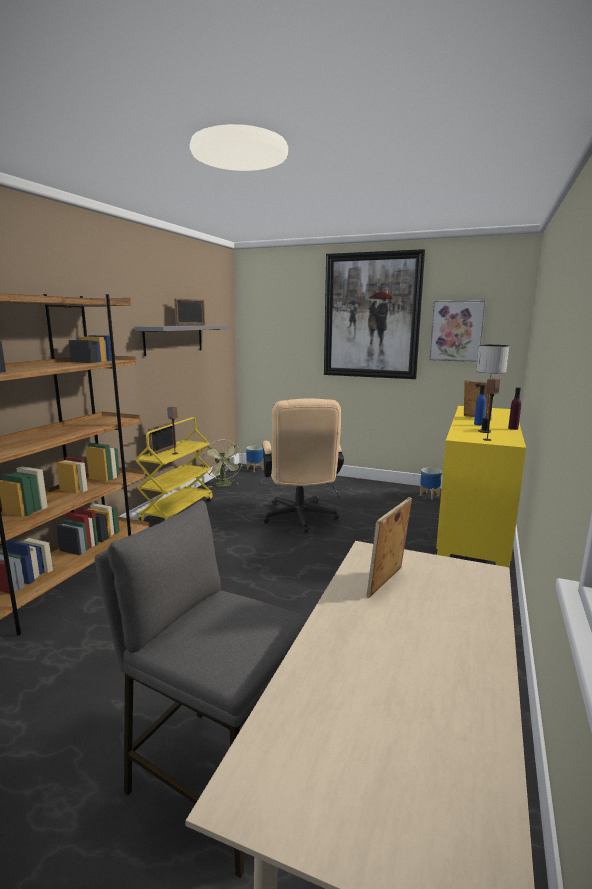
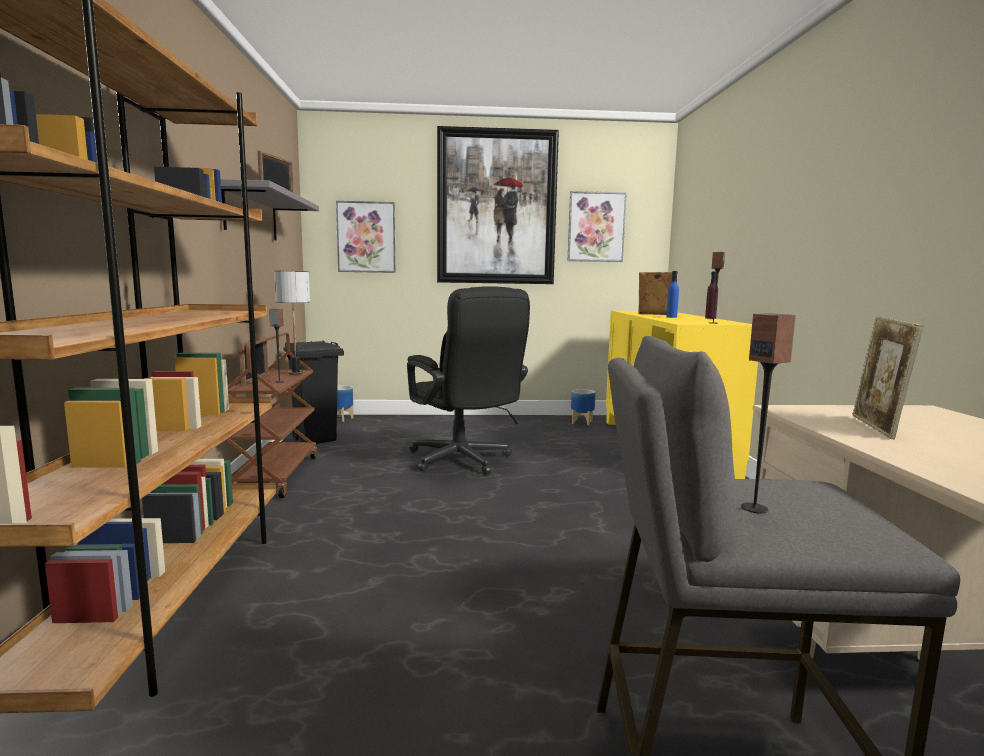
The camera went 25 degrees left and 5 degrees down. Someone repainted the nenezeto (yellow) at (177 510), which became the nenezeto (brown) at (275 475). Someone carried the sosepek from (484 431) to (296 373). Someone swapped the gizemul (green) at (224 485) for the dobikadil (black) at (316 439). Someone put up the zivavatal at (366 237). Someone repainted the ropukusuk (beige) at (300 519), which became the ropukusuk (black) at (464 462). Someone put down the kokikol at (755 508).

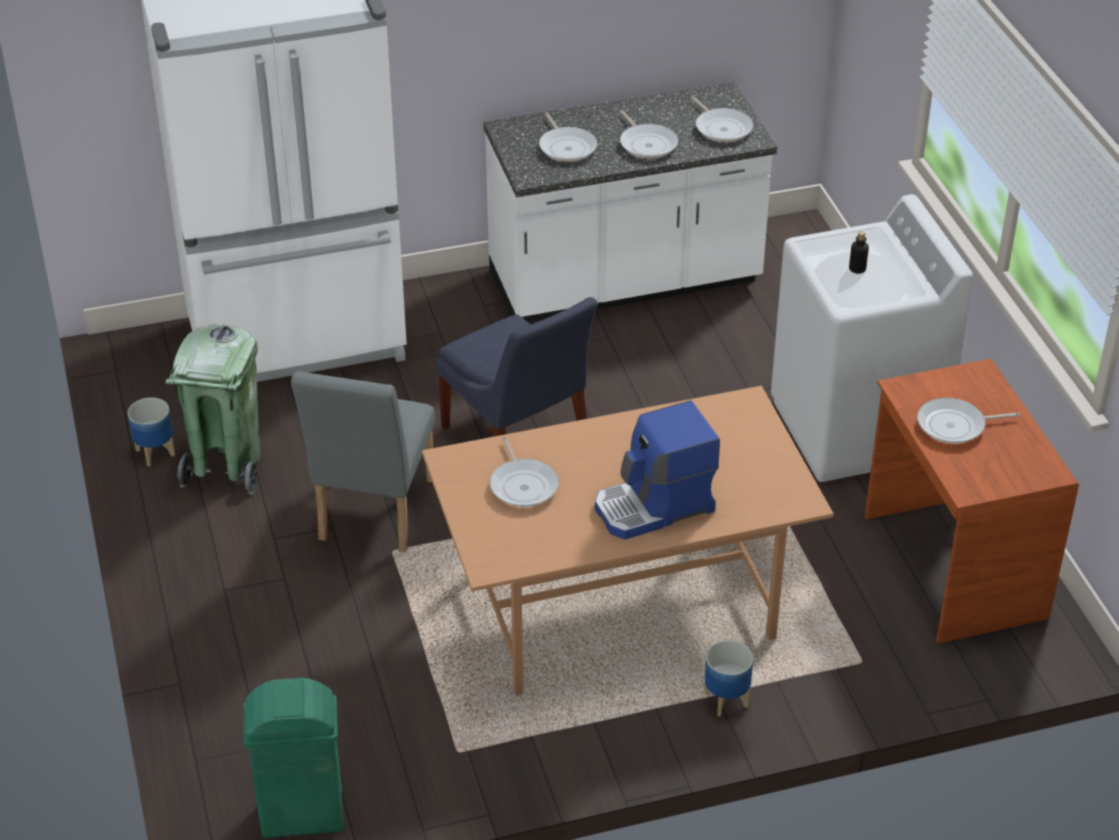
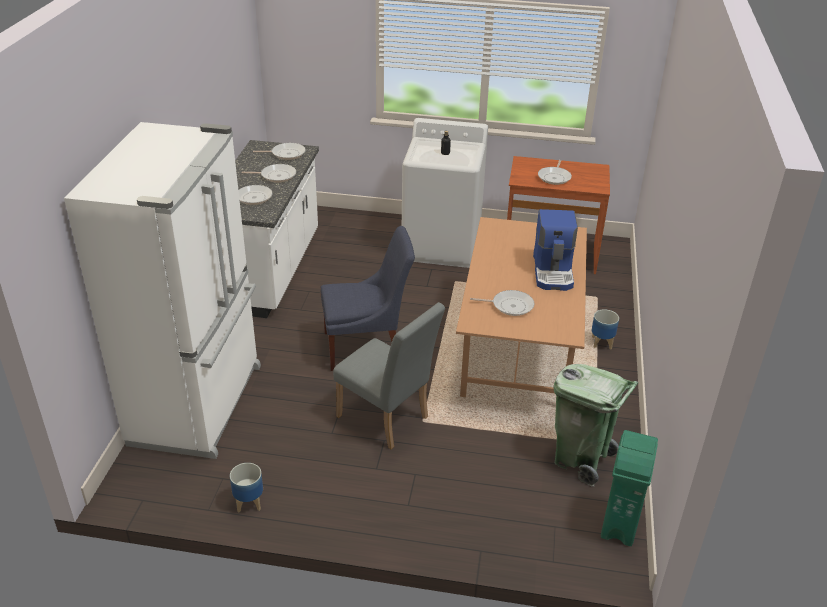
The camera went 65 degrees left and 5 degrees down. Someone carried the dobikadil (green) from (226 466) to (581 459).

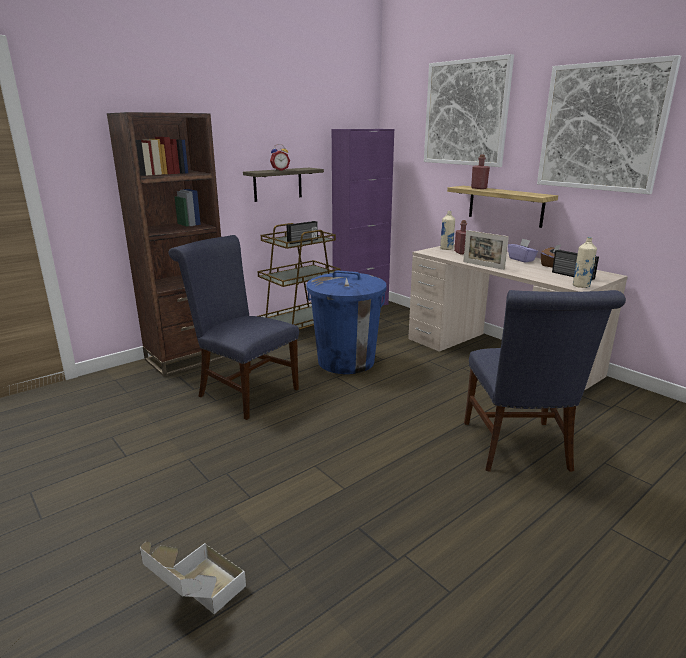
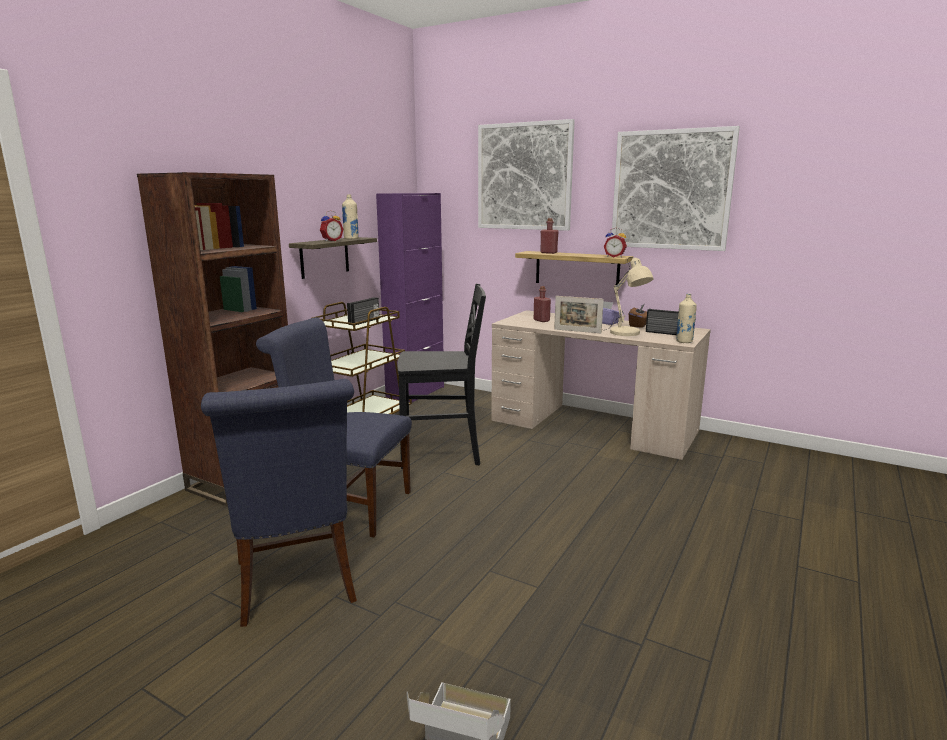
The camera went 20 degrees left and 5 degrees down. Someone carried the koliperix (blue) from (518 449) to (297 585). Someone carried the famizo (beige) from (446 248) to (351 239). Someone swapped the dobikadil (blue) at (346 361) for the koliperix (black) at (442 454). Someone put down the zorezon at (614 257). Someone put down the sosepek (beige) at (627 334).

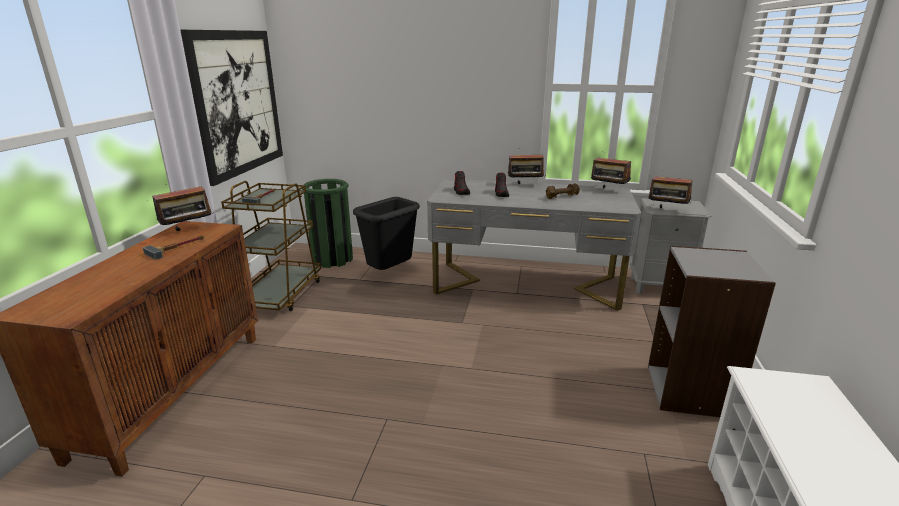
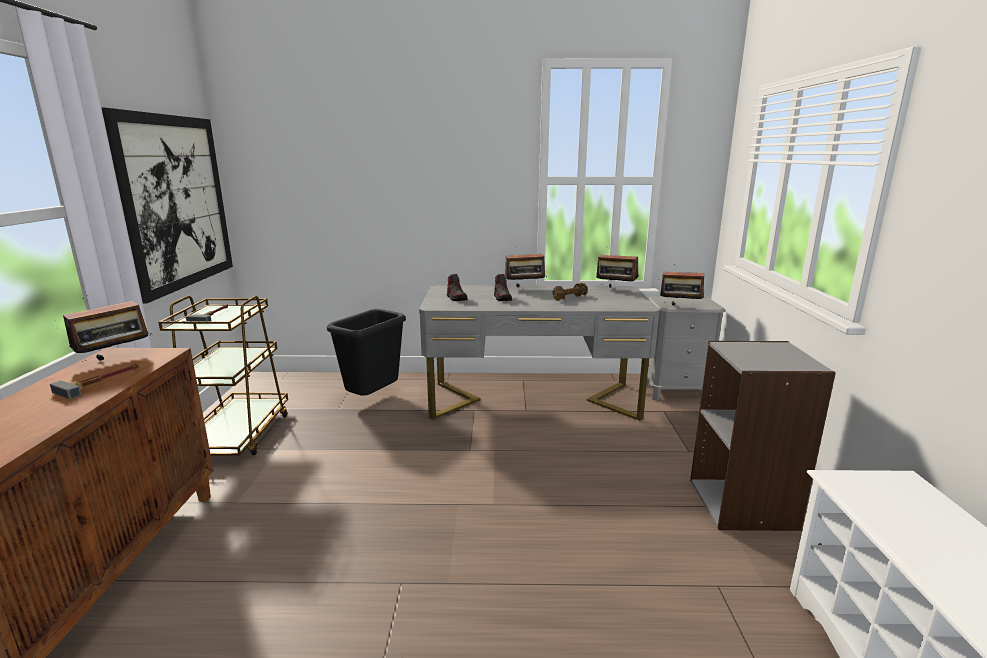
The camera went 10 degrees left and 5 degrees down. Someone took away the dobikadil (green) at (332 259).

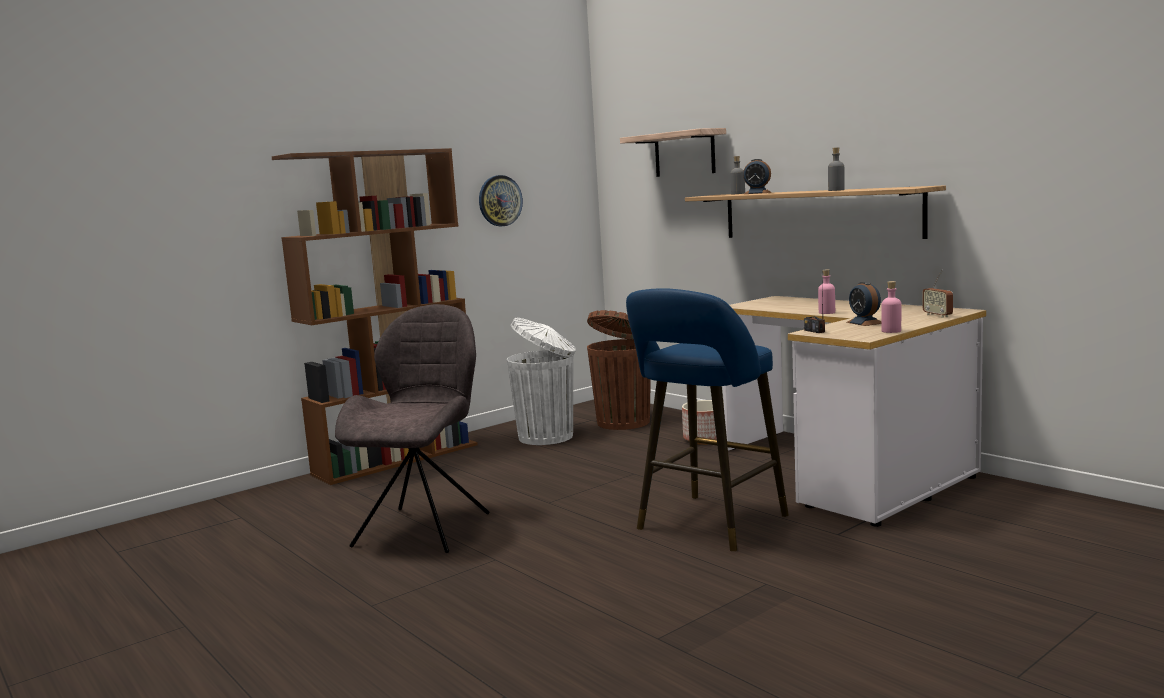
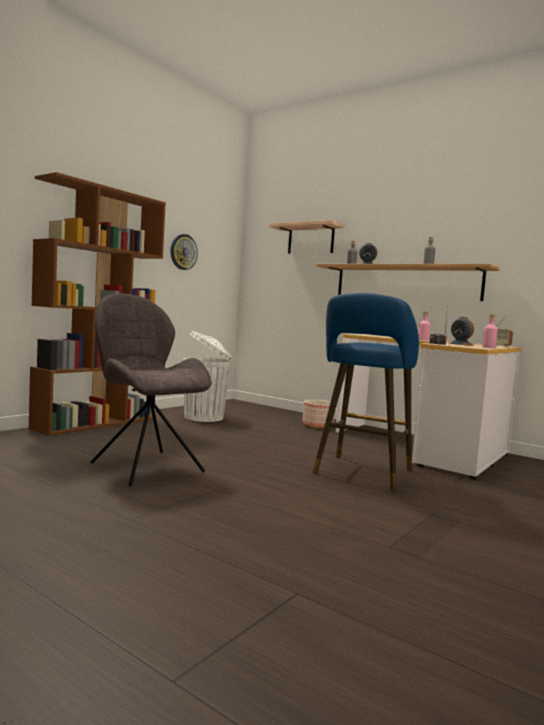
The camera went 15 degrees left and 5 degrees down. Someone rotated the koliperix (grey) at (425 528) by 45 degrees counterclockwise. Someone took away the dobikadil (brown) at (624 422).

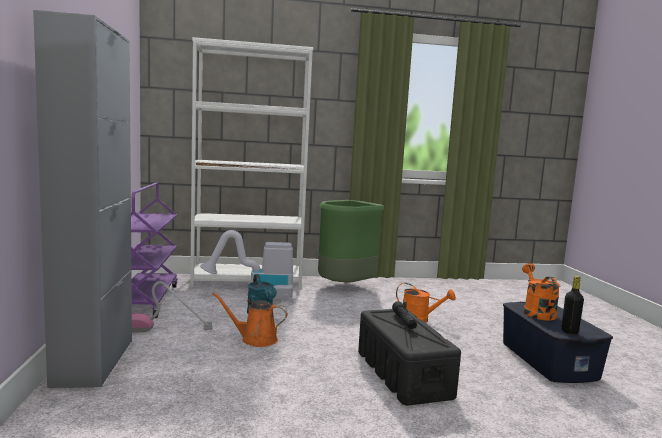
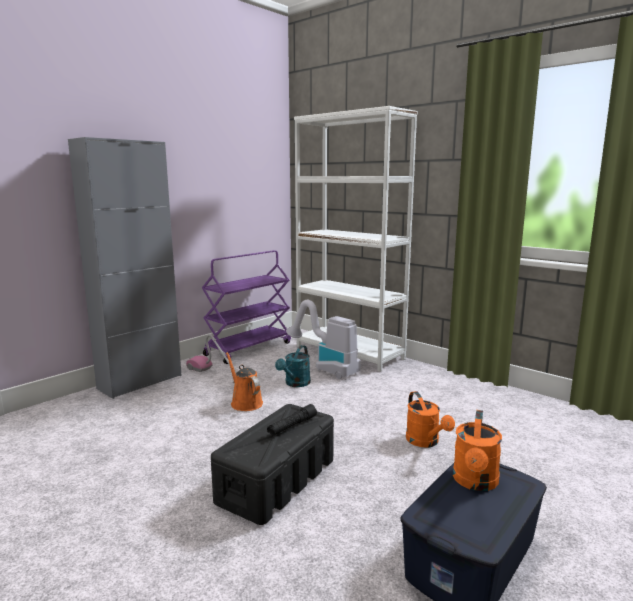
The camera went 50 degrees right and 5 degrees up. Someone rotated the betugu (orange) at (536 312) by 150 degrees clockwise. Someone took away the dobikadil (green) at (345 287). Someone took away the famizo (black) at (569 331).

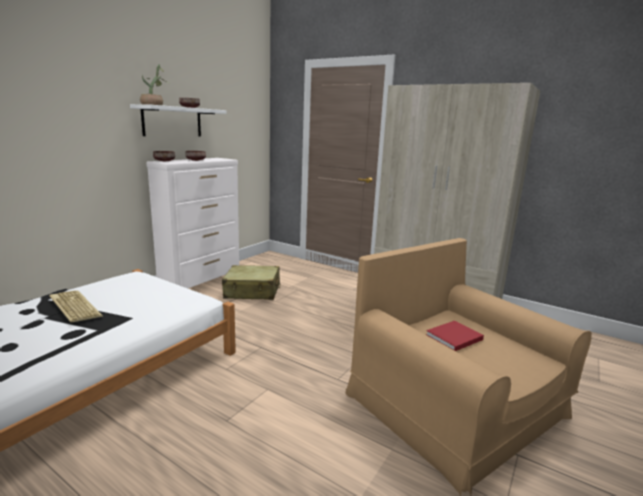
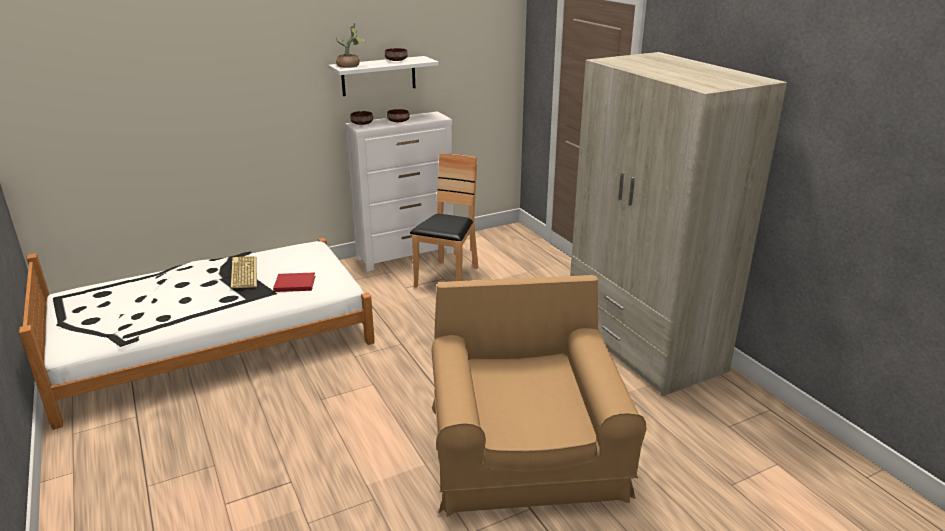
The camera went 30 degrees right and 10 degrees up. Someone carried the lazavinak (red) from (453 337) to (293 284). Someone swapped the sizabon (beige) at (252 291) for the koliperix (brown) at (448 278).

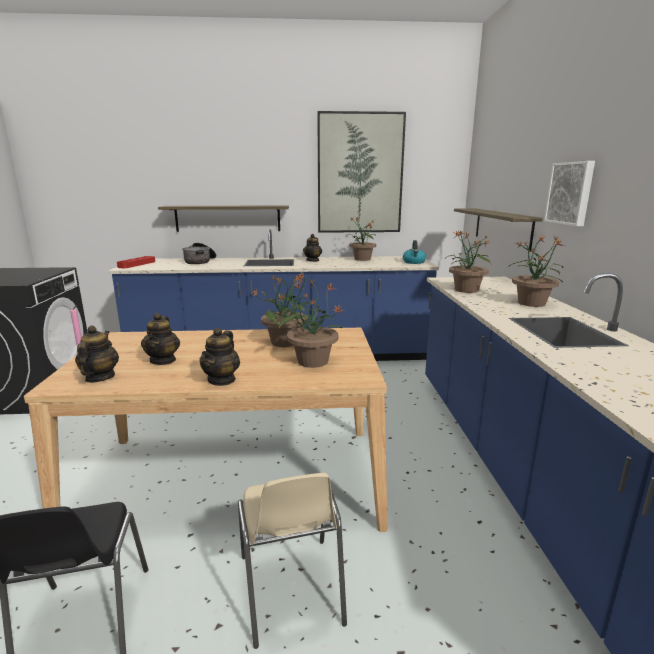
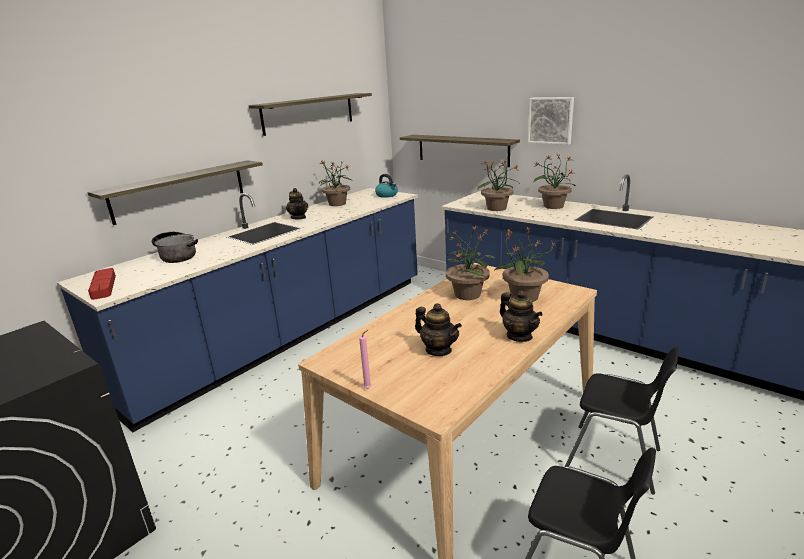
The camera went 45 degrees left and 5 degrees up. Someone swapped the zivavatal at (360 174) for the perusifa at (309 113). Someone repainted the koliperix (beige) at (291 590), which became the koliperix (black) at (614 459). Someone took away the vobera at (99 377).

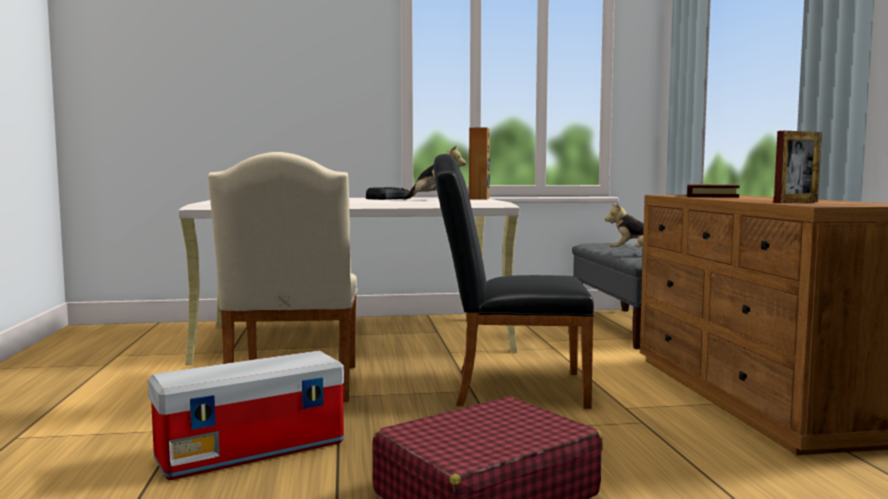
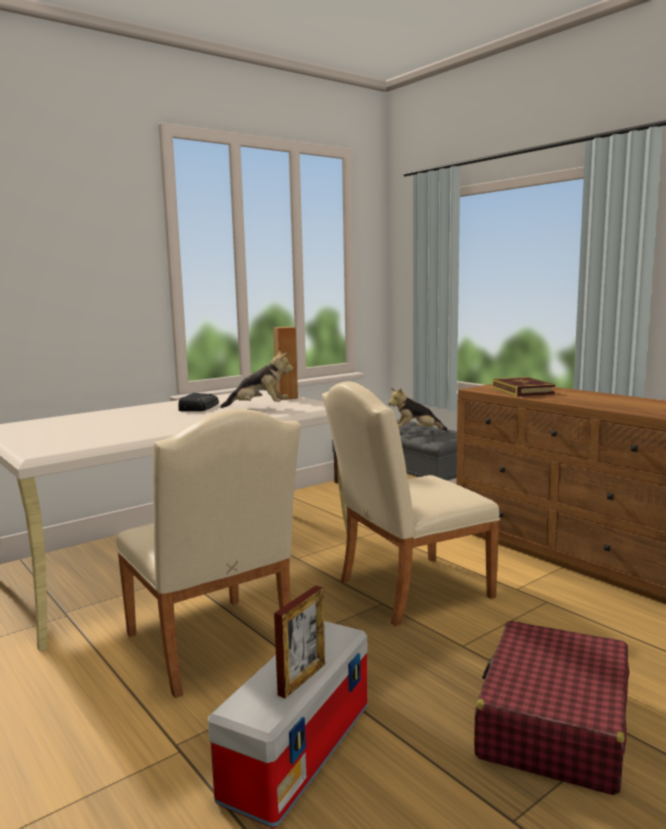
The camera went 30 degrees left and 5 degrees up. Someone carried the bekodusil from (796 202) to (302 679). Someone repainted the koliperix (black) at (509 387), which became the koliperix (beige) at (406 591).

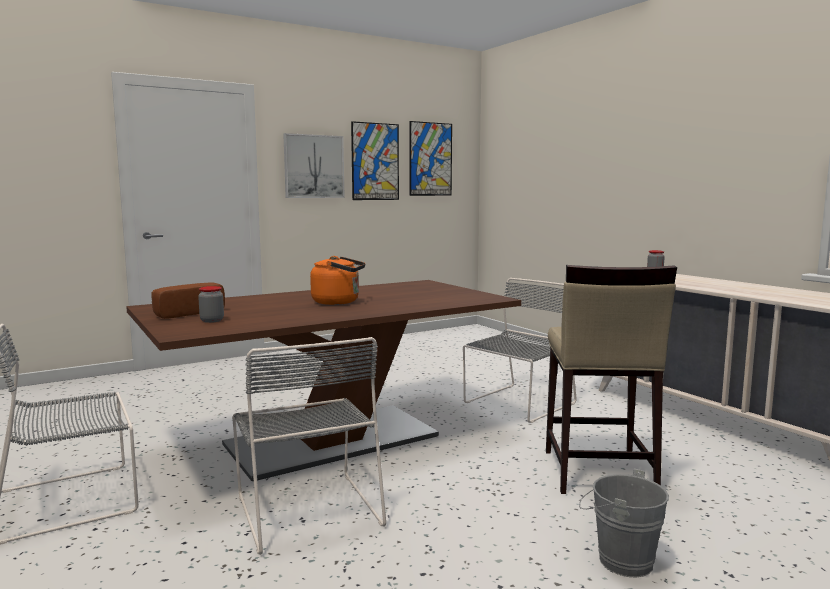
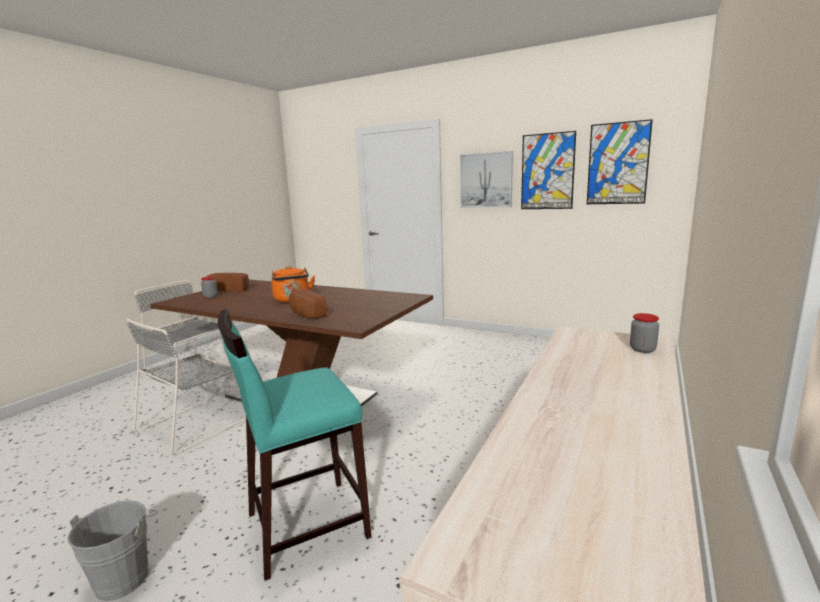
The camera went 60 degrees right and 5 degrees up. Someone repainted the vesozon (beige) at (597 472), which became the vesozon (turquoise) at (305 524). Someone put down the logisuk at (305 314). Someone took away the koliperix (grey) at (517 404).

